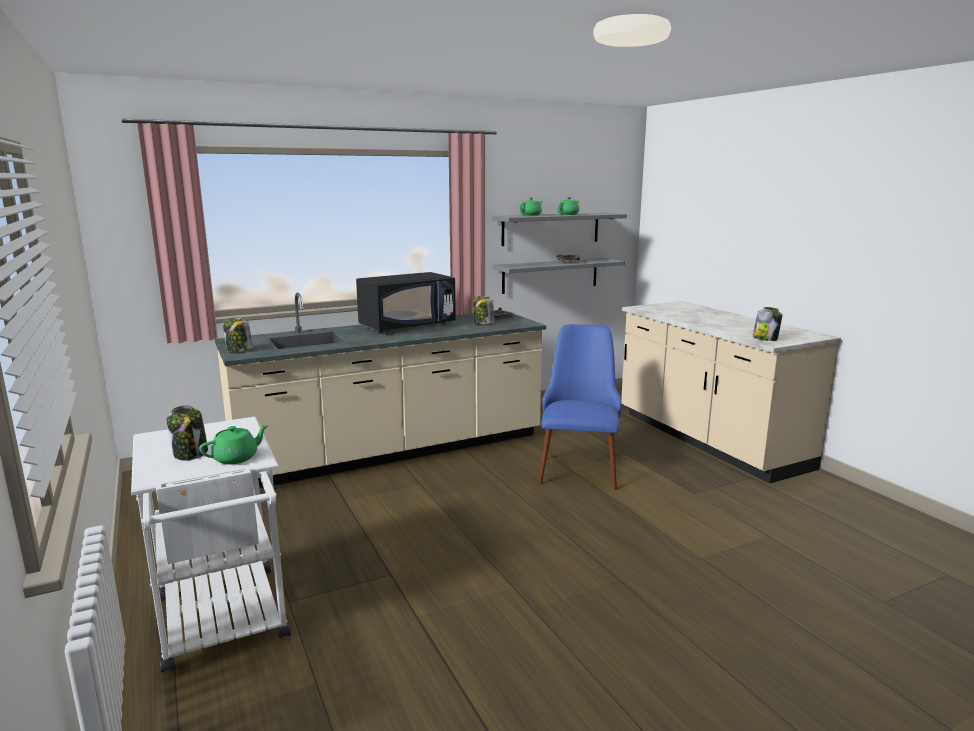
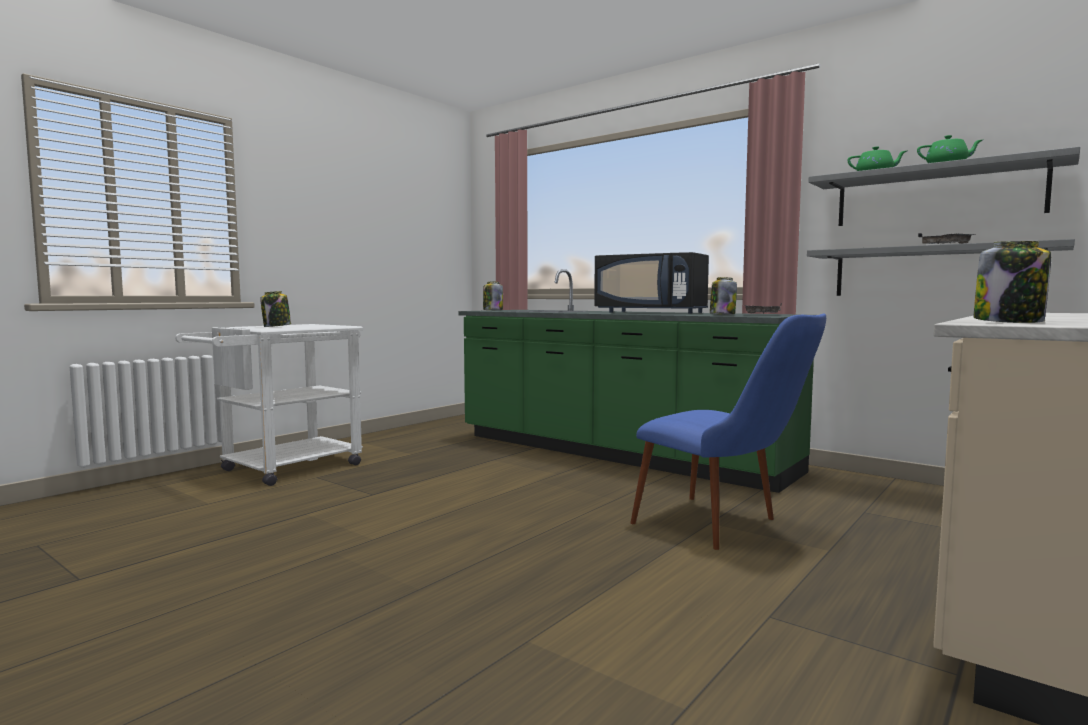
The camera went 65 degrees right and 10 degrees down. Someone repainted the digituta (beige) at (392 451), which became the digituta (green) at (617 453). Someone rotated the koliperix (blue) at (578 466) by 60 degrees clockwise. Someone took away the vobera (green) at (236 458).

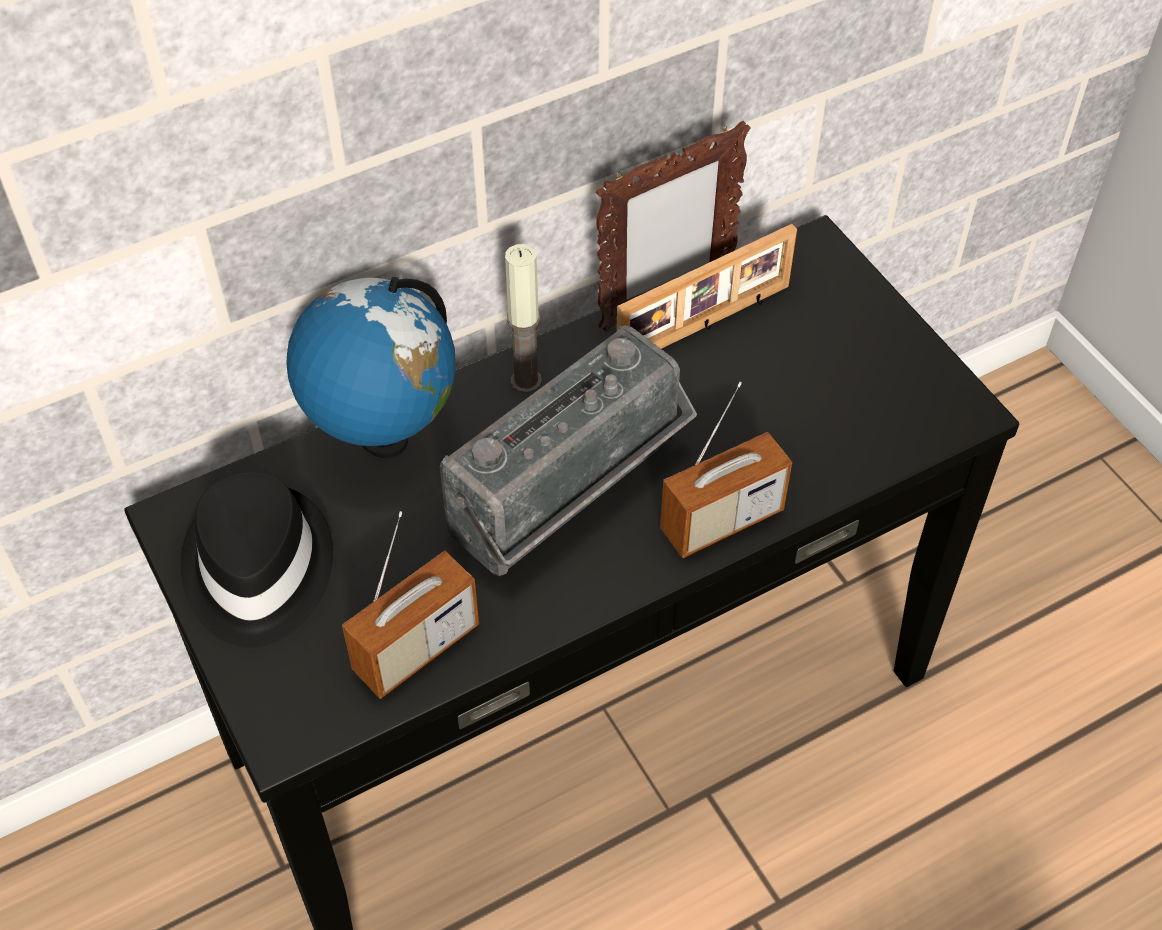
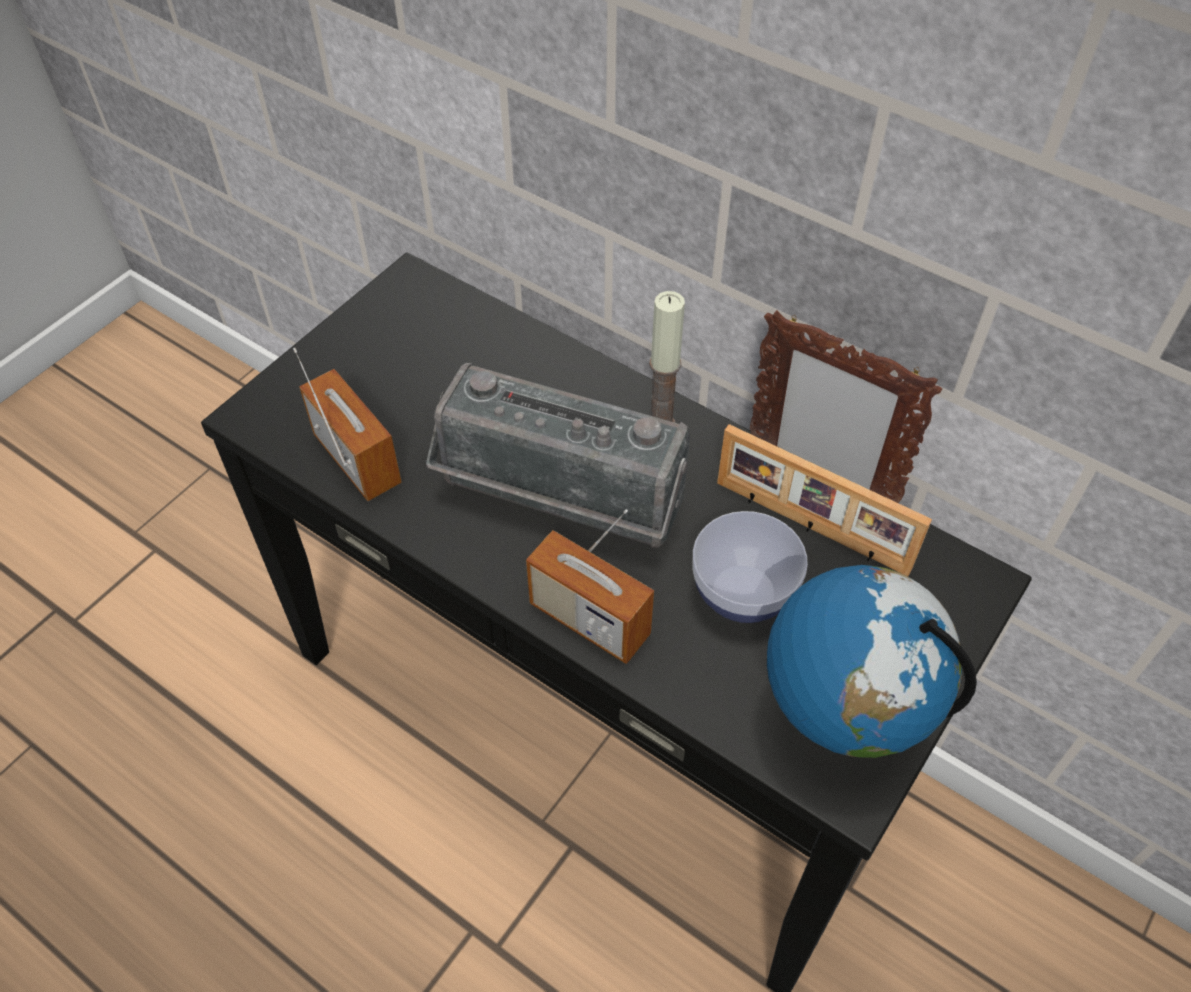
The camera went 65 degrees right and 0 degrees up. Someone rotated the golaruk at (416 649) by 150 degrees counterclockwise. Someone put down the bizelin at (742 594). Someone carried the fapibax from (383 438) to (839 722). Someone took away the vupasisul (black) at (256 570).

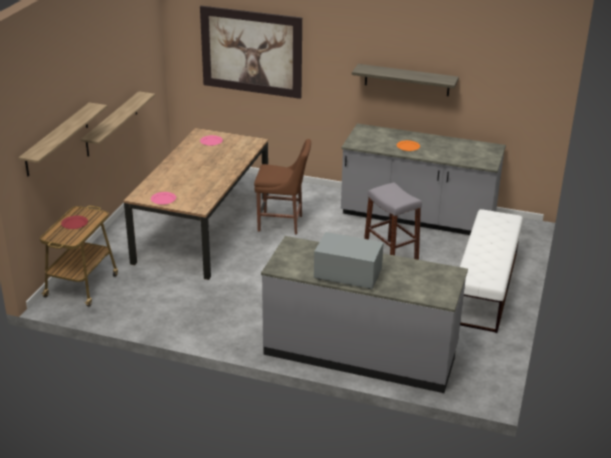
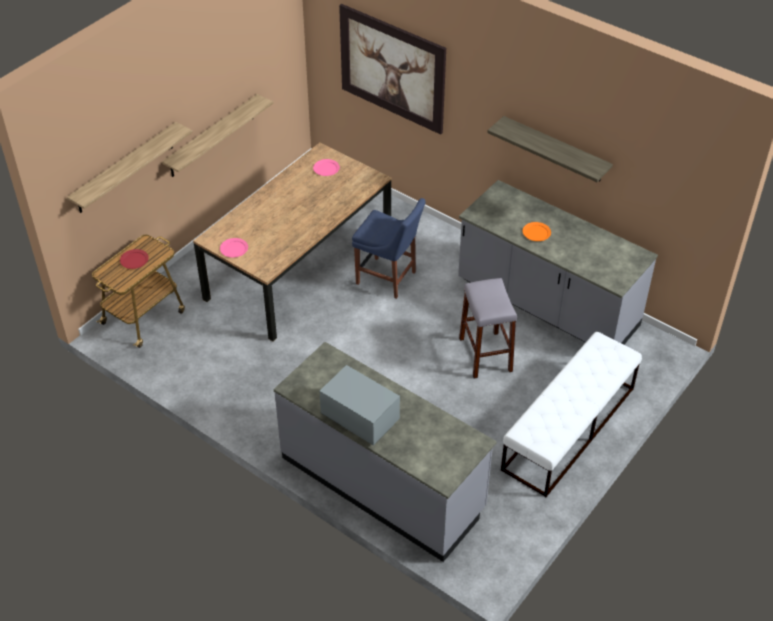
The camera went 20 degrees right and 15 degrees up. Someone repainted the koliperix (brown) at (283 223), which became the koliperix (blue) at (388 279).

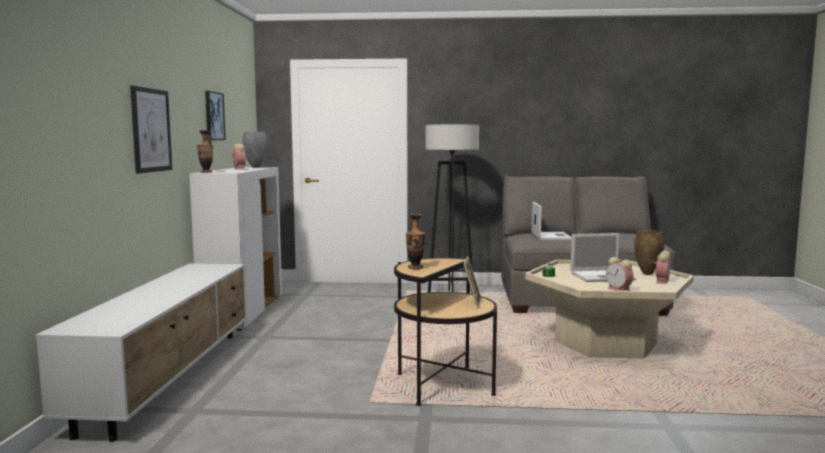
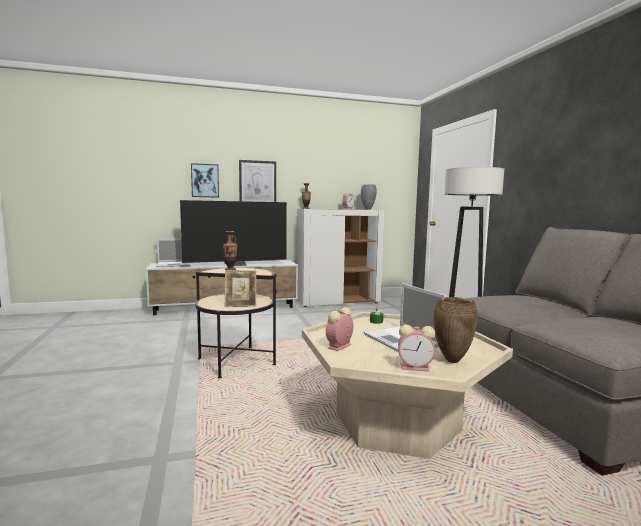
The camera went 70 degrees right and 0 degrees up. Someone carried the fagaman from (551 236) to (174 265). Someone put down the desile at (236 265). Someone carried the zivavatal from (213 116) to (205 180).

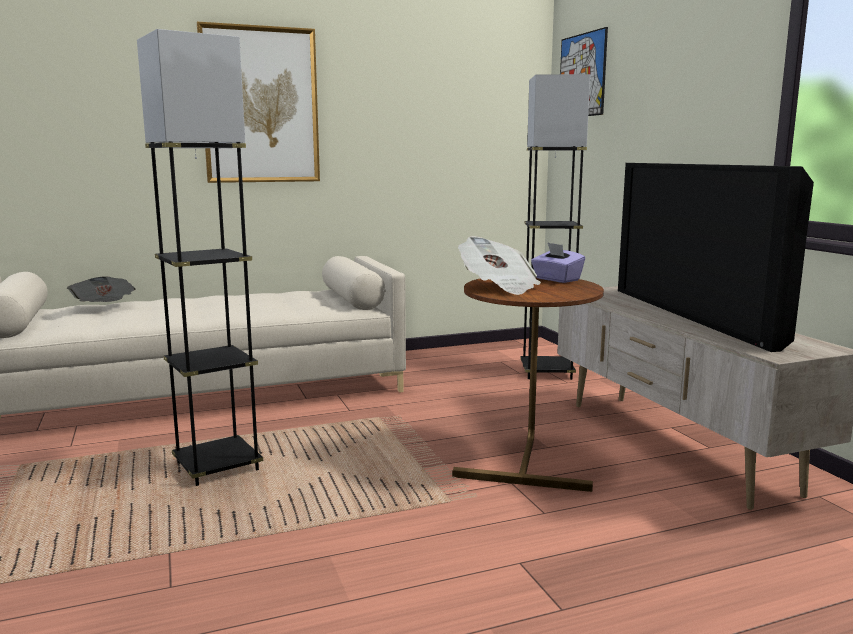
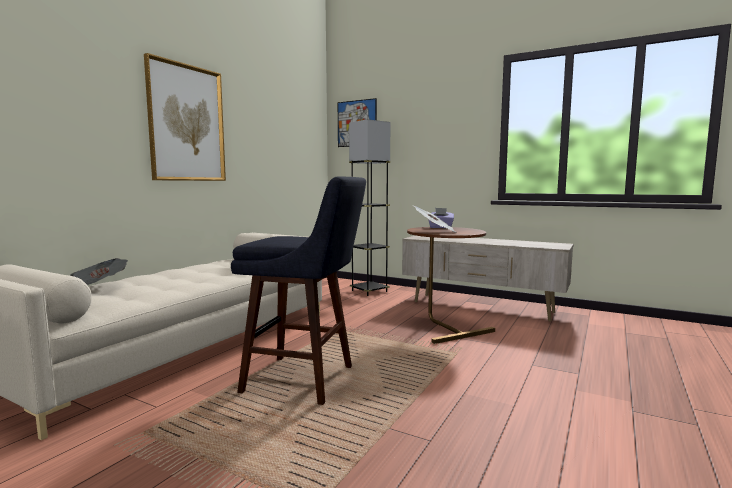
The camera went 40 degrees left and 5 degrees down. Someone swapped the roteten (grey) at (217 467) for the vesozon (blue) at (306 380). Someone took away the desile at (696 315).

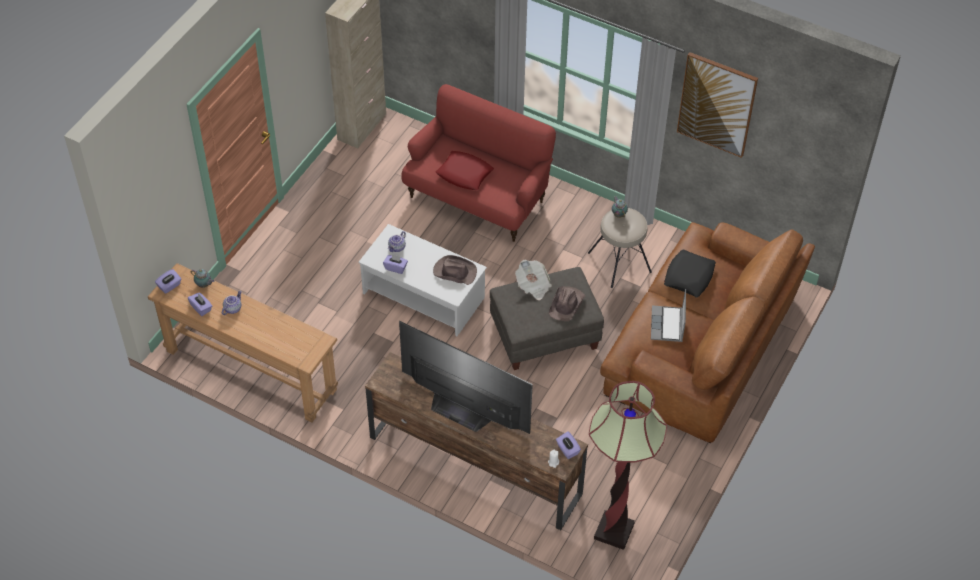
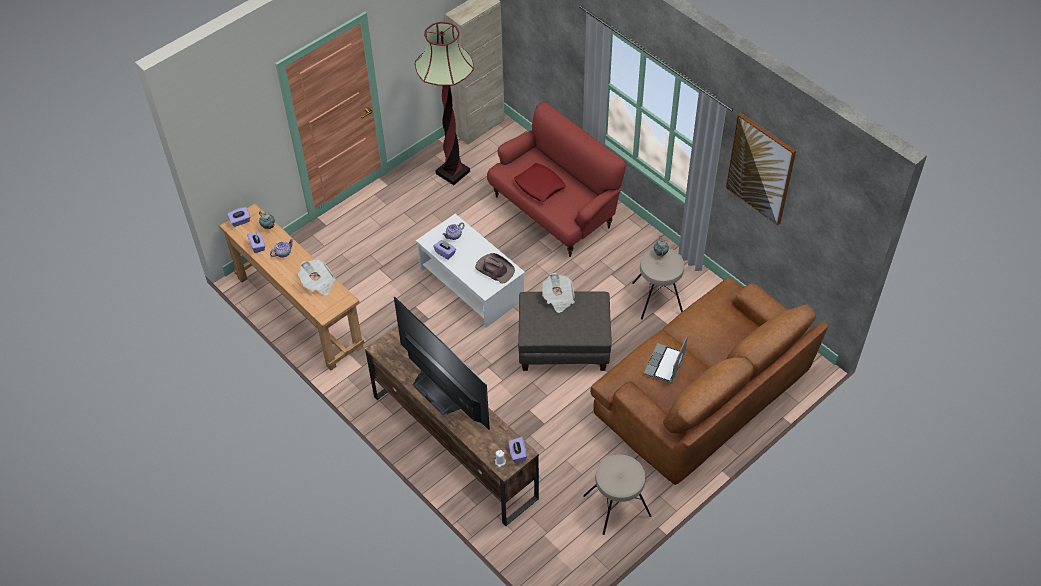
The camera went 20 degrees right and 0 degrees up. Someone put down the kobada at (318 283). Someone carried the roteten from (614 531) to (452 172). Someone put down the vesozon (beige) at (617 506). Someone took away the vupasisul (brown) at (567 304). Someone took away the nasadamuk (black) at (689 277).

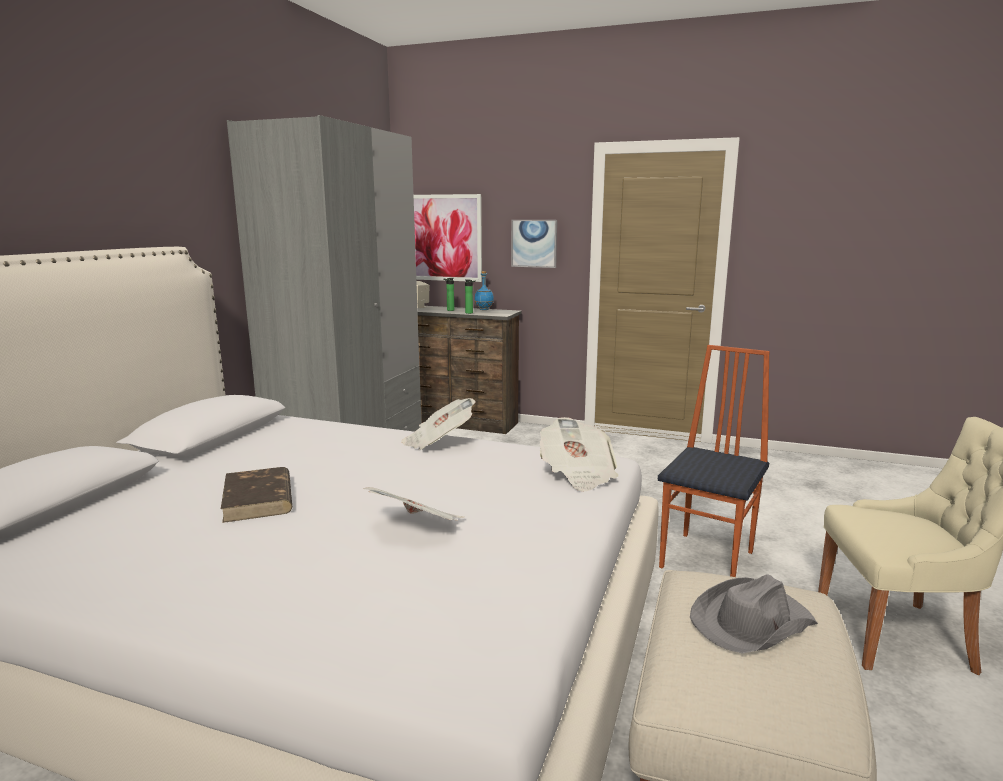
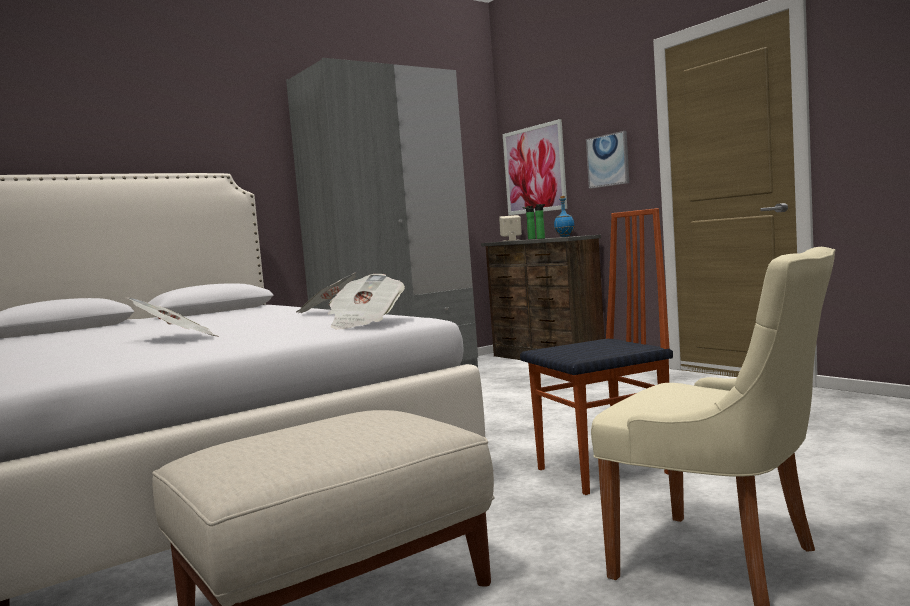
The camera went 35 degrees right and 10 degrees down. Someone took away the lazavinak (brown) at (258 499). Someone took away the vupasisul (grey) at (751 622).

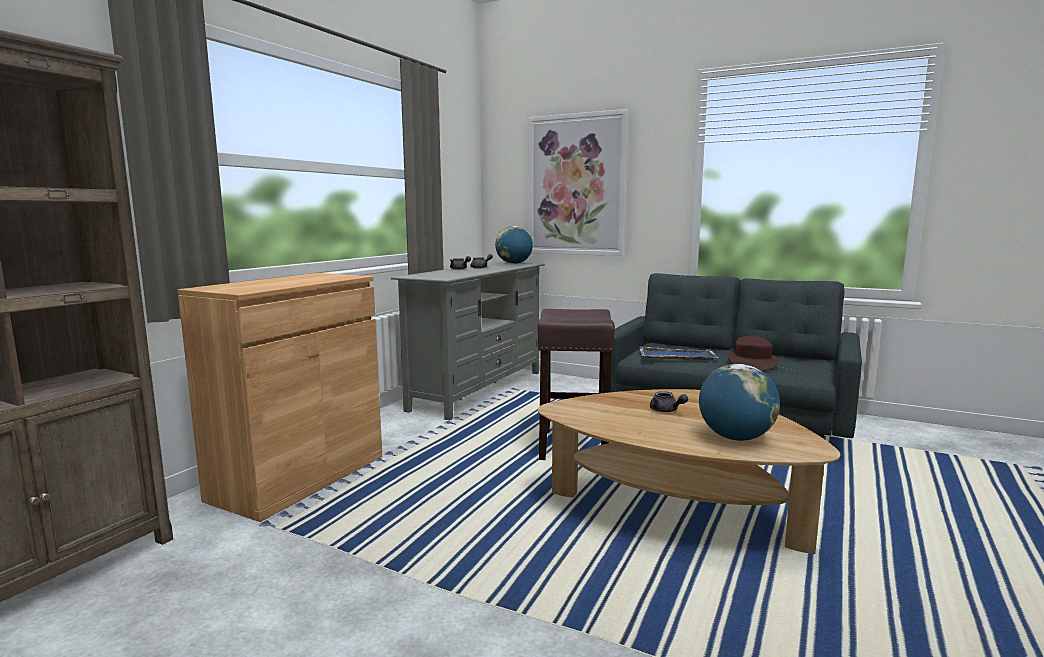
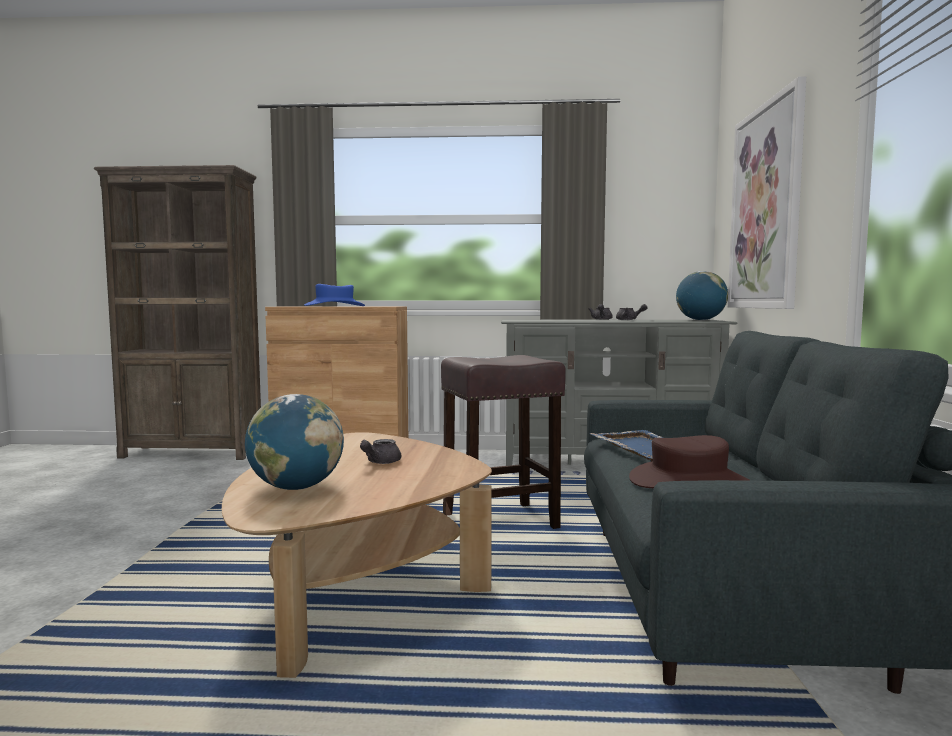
The camera went 65 degrees right and 5 degrees down. Someone put down the vupasisul (blue) at (334 306).

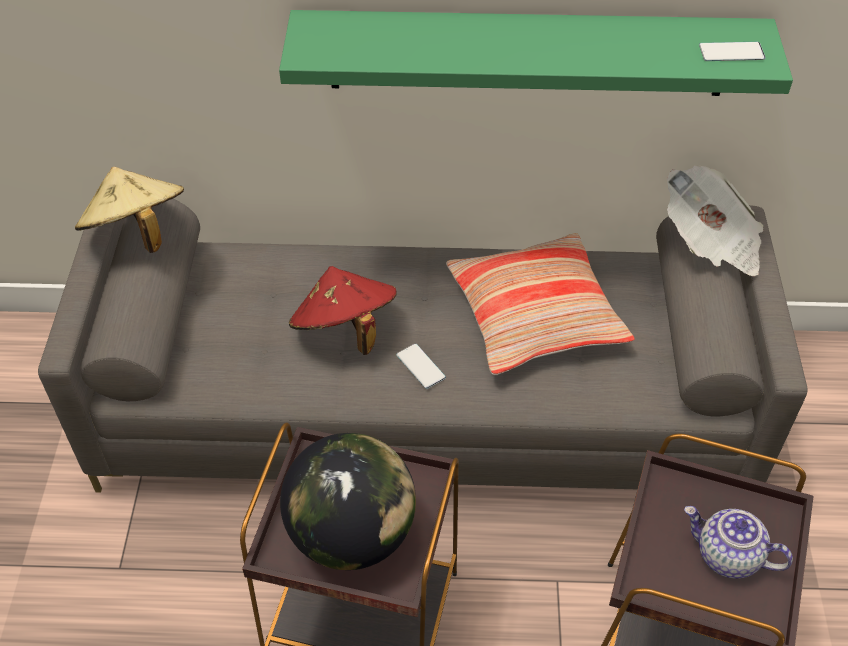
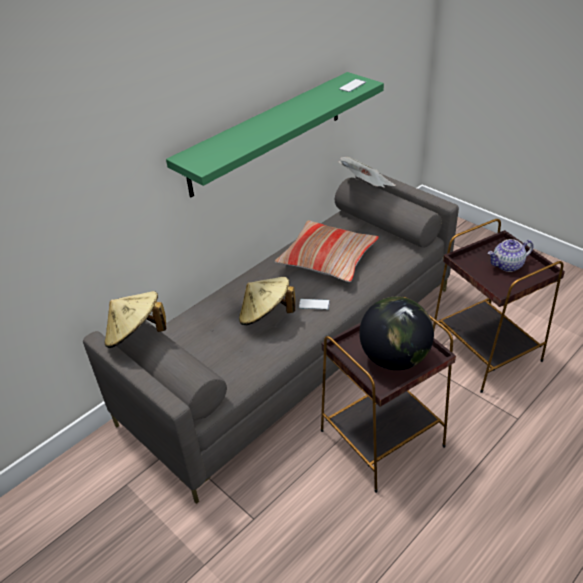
The camera went 45 degrees left and 10 degrees down. Someone repainted the vupasisul (red) at (345 330), which became the vupasisul (beige) at (266 316).

